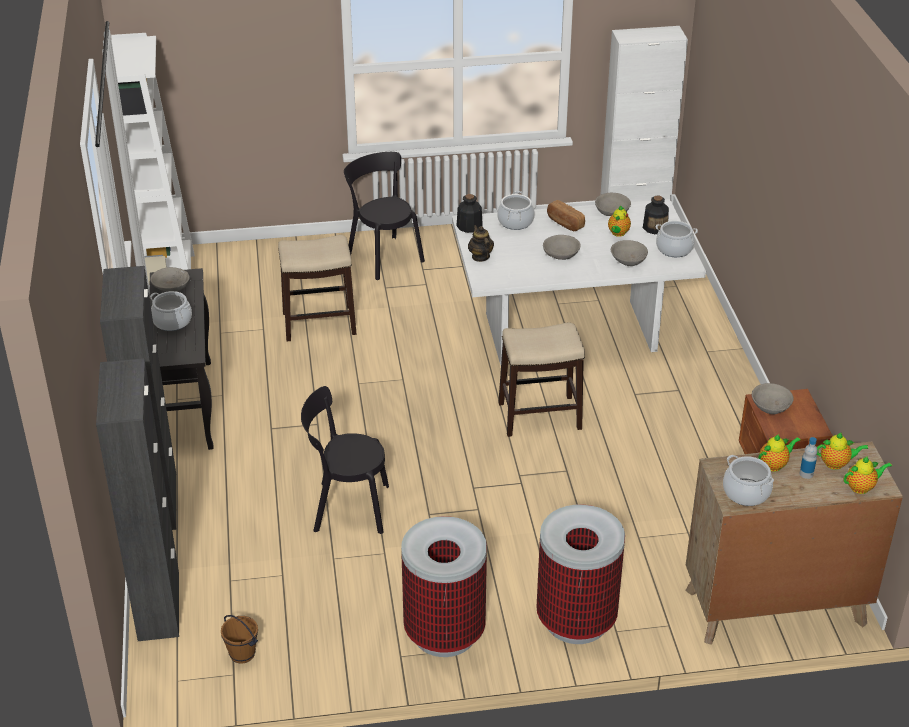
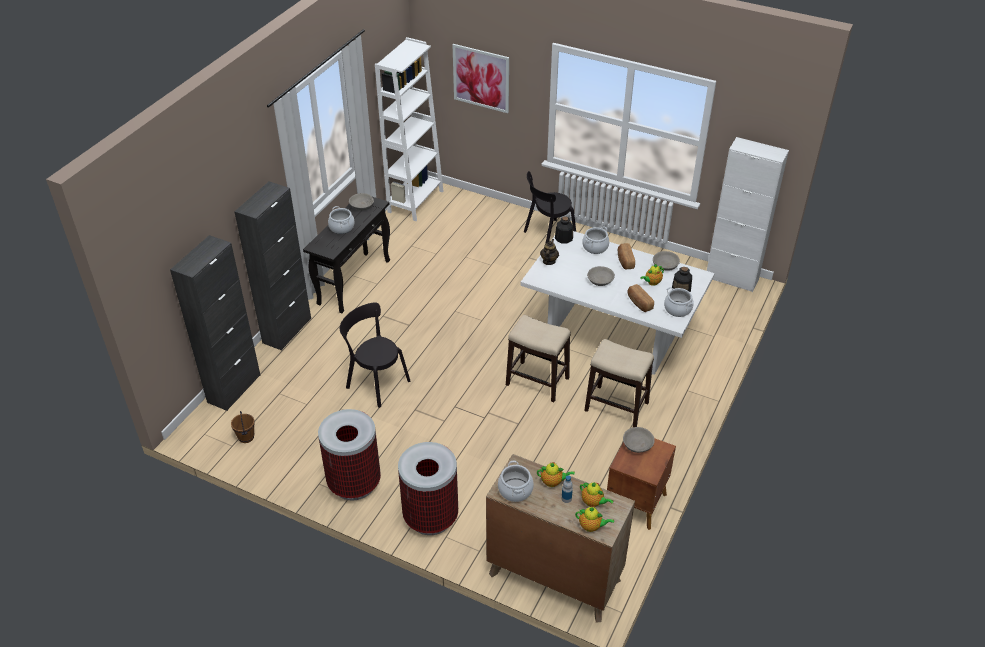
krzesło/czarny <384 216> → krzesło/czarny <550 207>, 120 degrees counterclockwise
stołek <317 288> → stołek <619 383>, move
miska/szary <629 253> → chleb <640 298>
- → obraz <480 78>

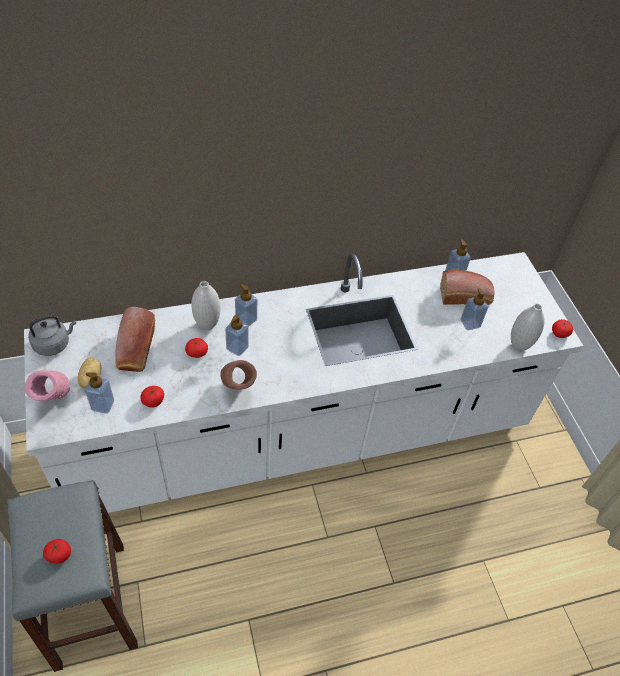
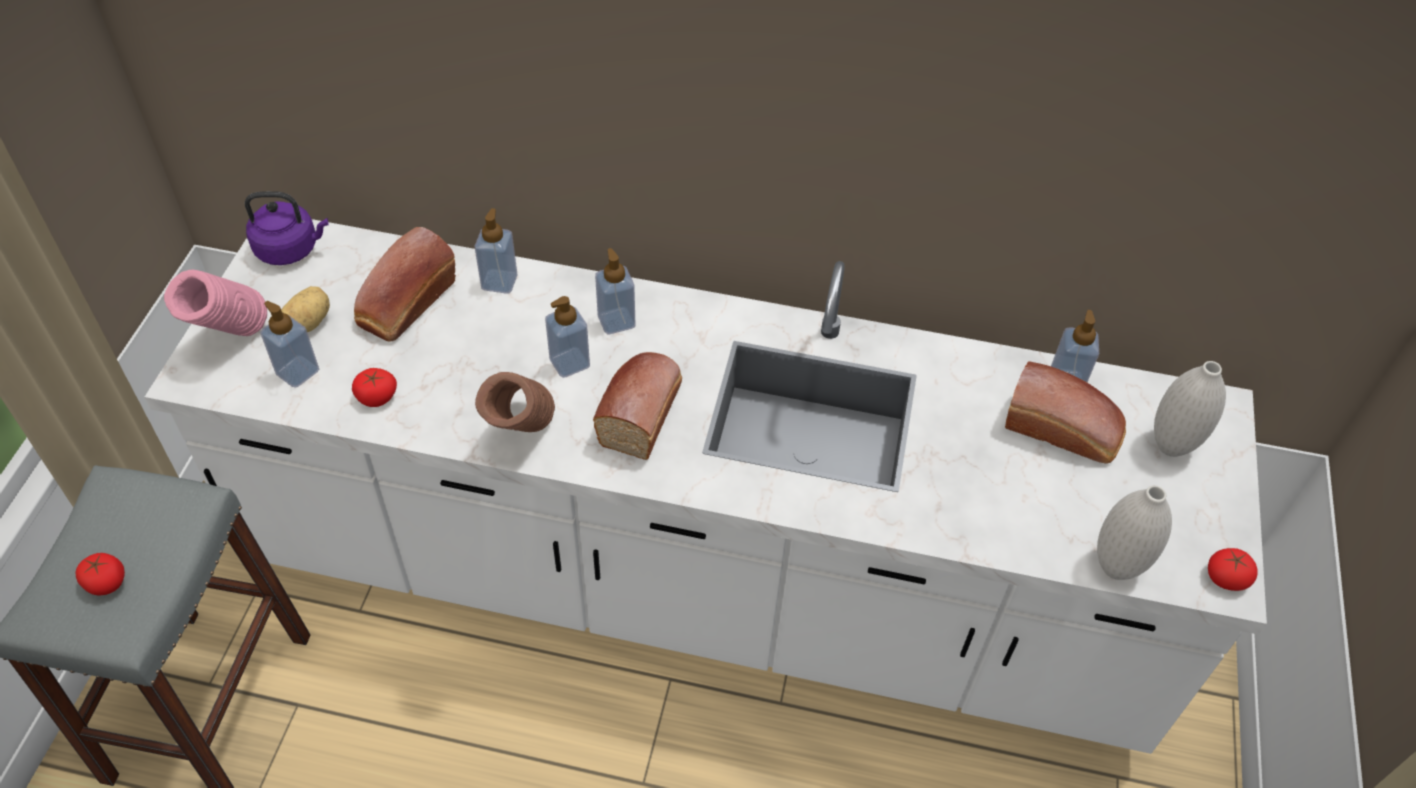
wazon/biały <205 305> → wazon/biały <1190 409>, move
dozownik mydła <474 309> → dozownik mydła <496 251>, move
czajnik/szary <52 335> → czajnik/fioletowy <287 228>
pomidor <196 348> → -
- → chleb <637 406>

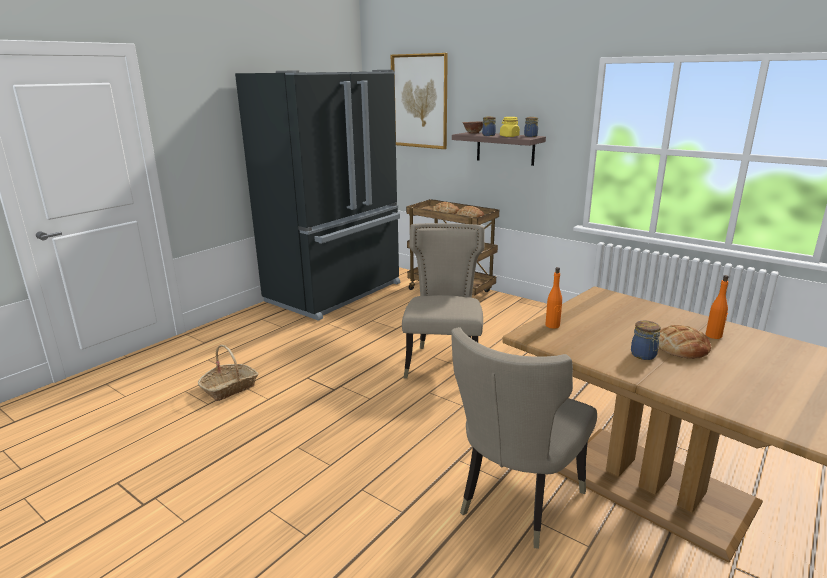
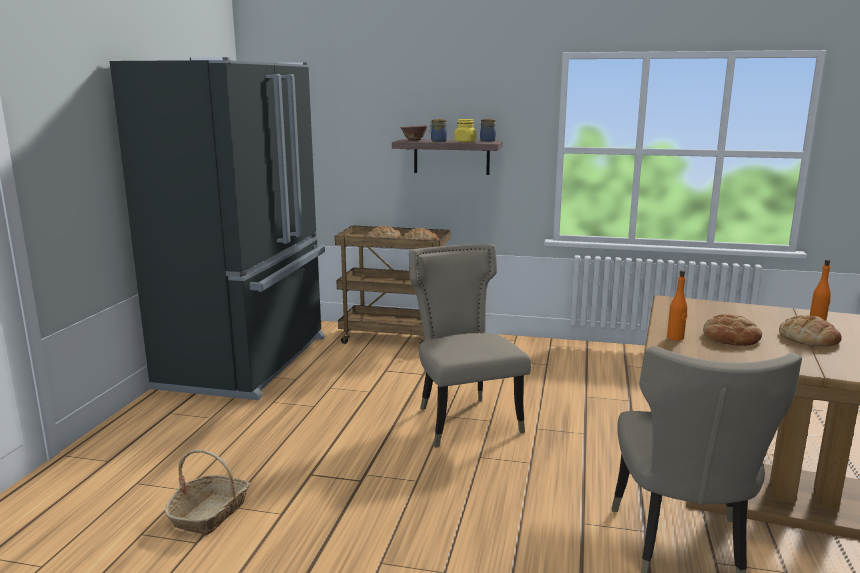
obraz <419 101> → -
słoik <646 340> → -
- → chleb <732 330>

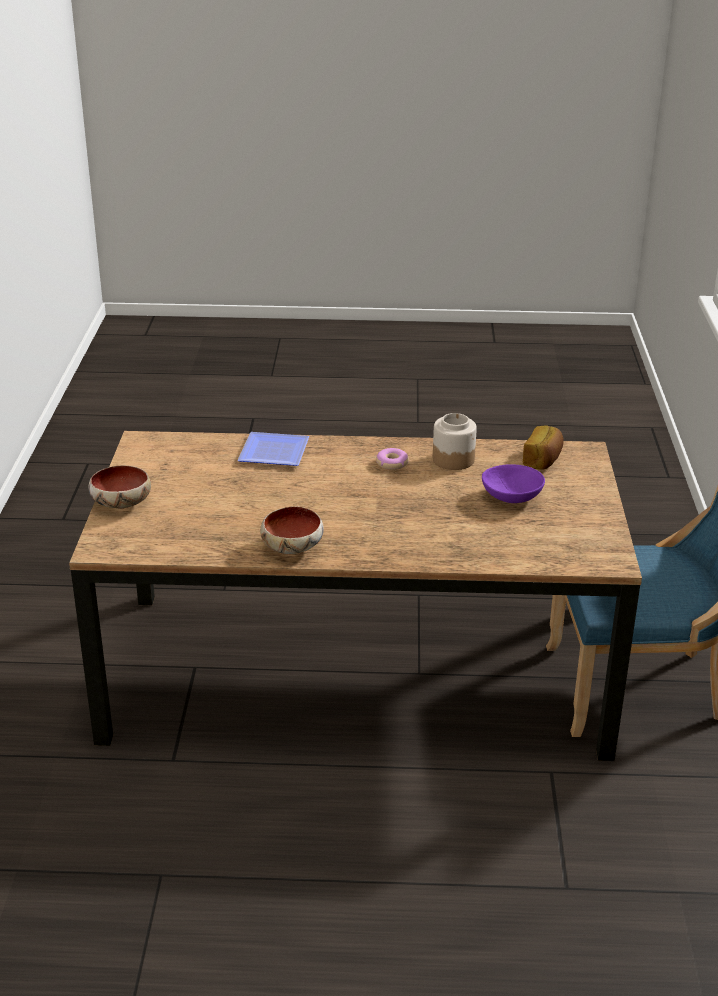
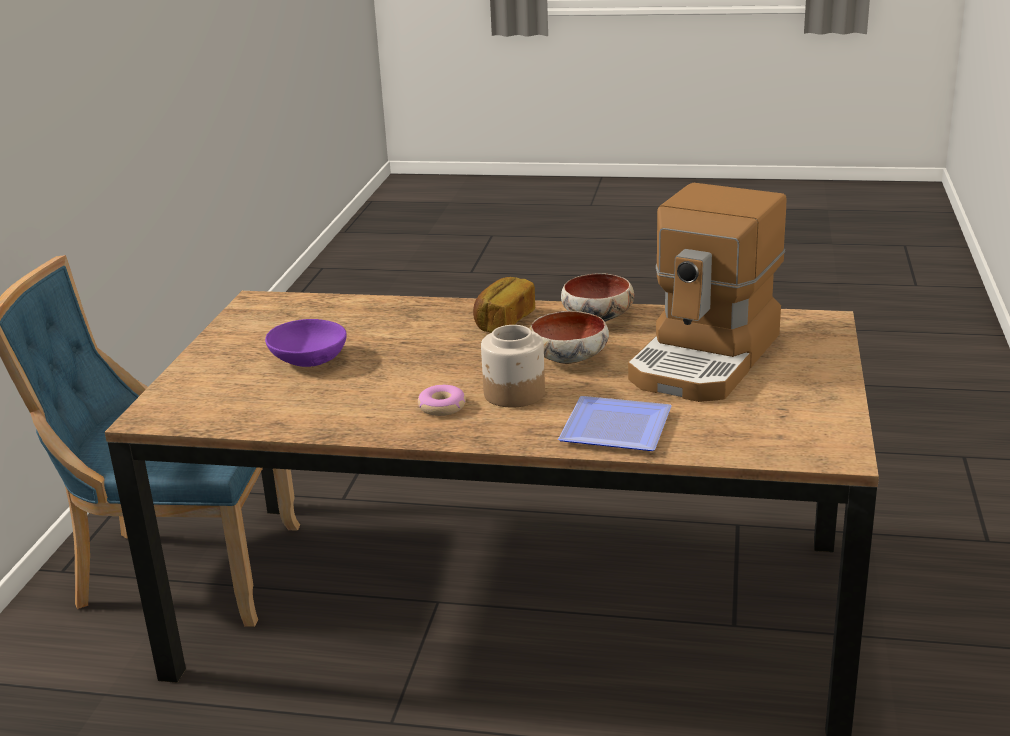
słoik <455 441> → słoik <513 366>, move
chleb <543 448> → chleb <504 305>, move
miska <119 487> → miska <569 337>, move
- → ekspres do kawy <707 292>

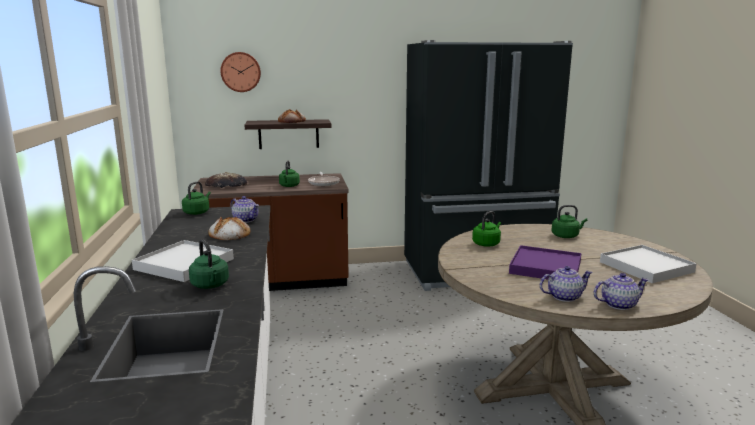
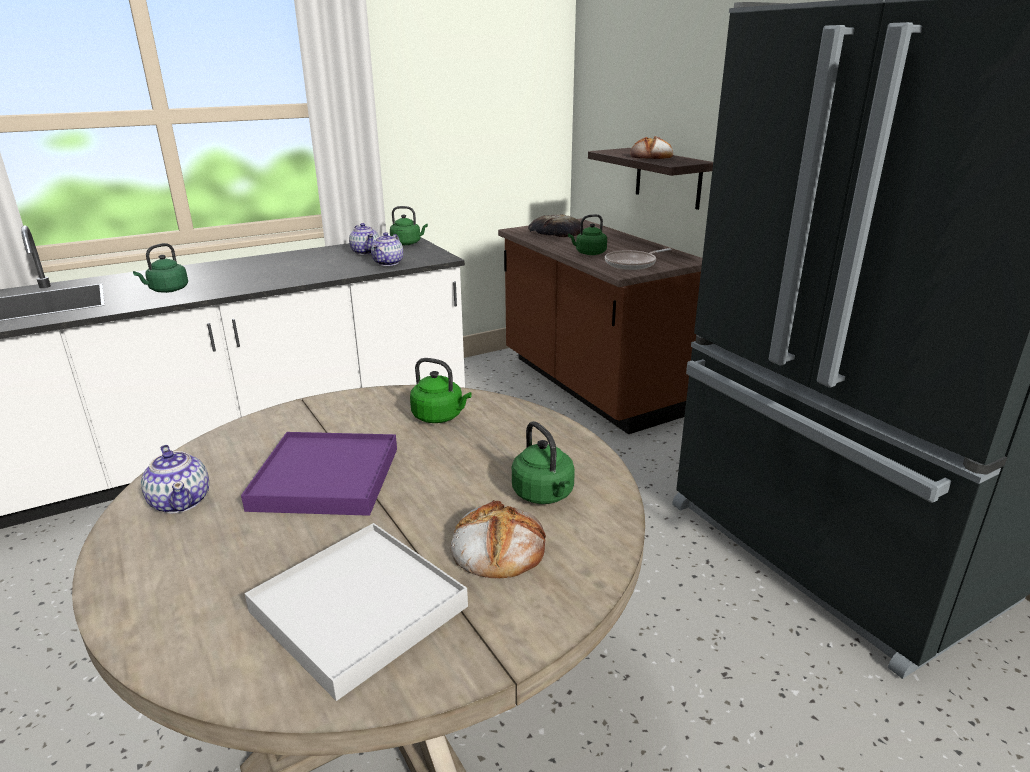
zegar ścienny <241 72> → -
chleb <229 228> → chleb <498 539>, move
taca/biały <183 261> → -
imbryk <621 291> → imbryk <364 239>, move

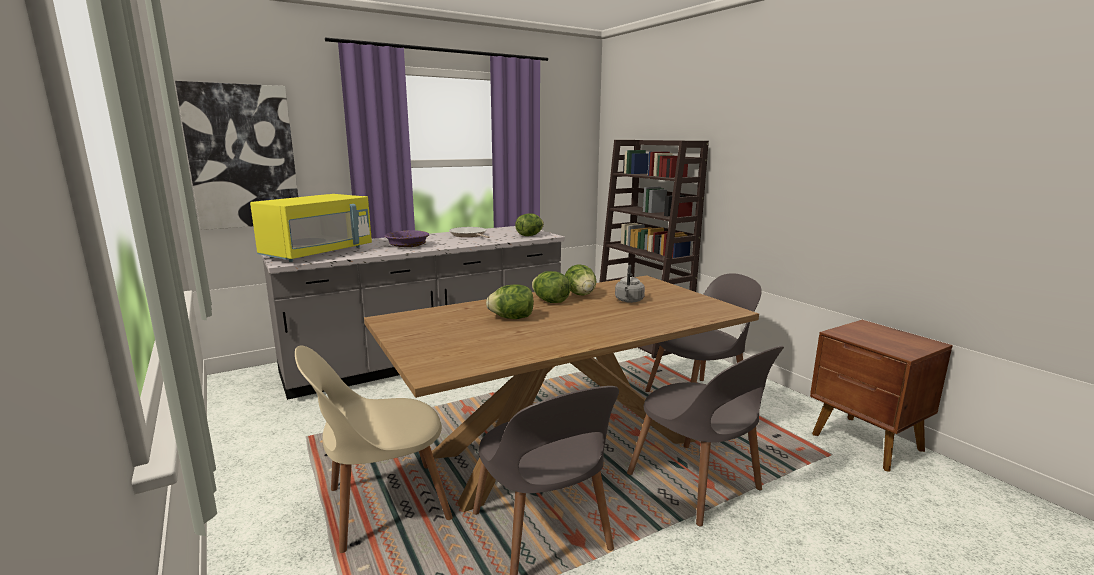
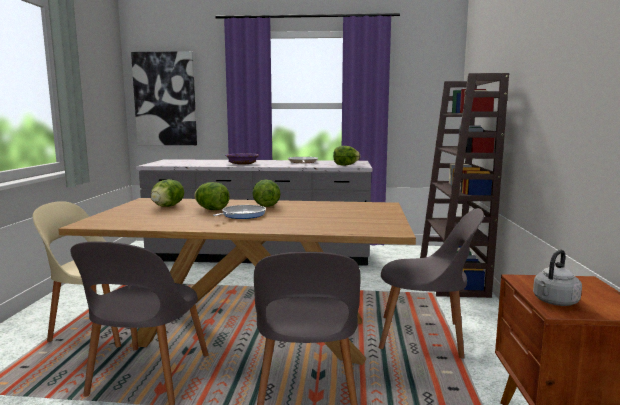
mikrofalówka/żółty <311 228> → -
sałata <580 280> → sałata <167 193>, move
czajnik/szary <630 283> → czajnik/szary <557 278>, move
- → patelnia <239 212>

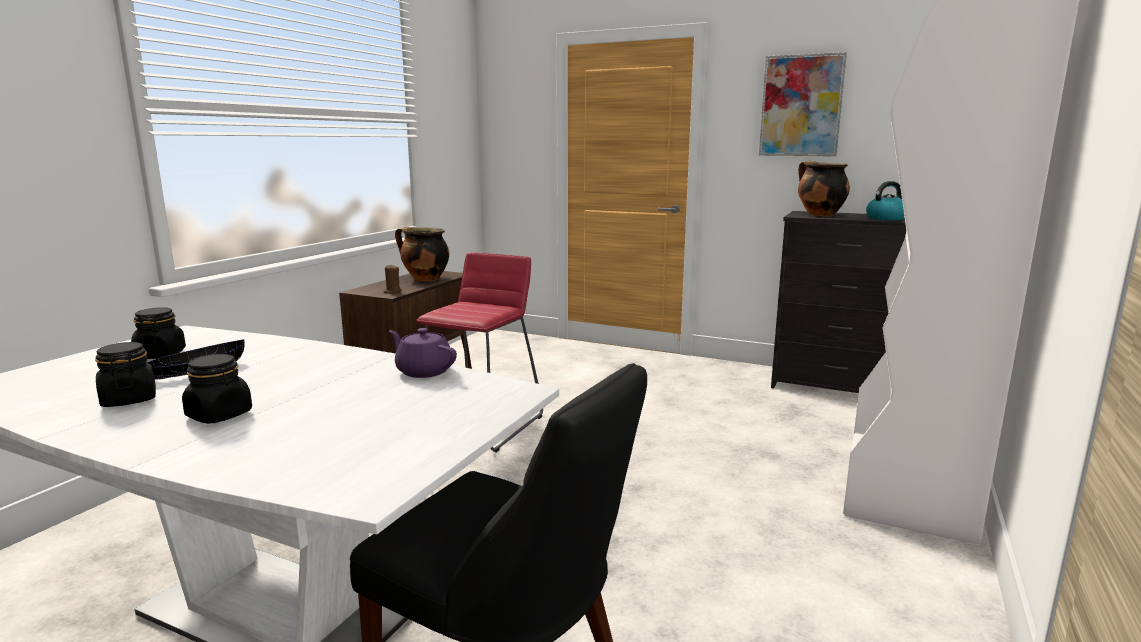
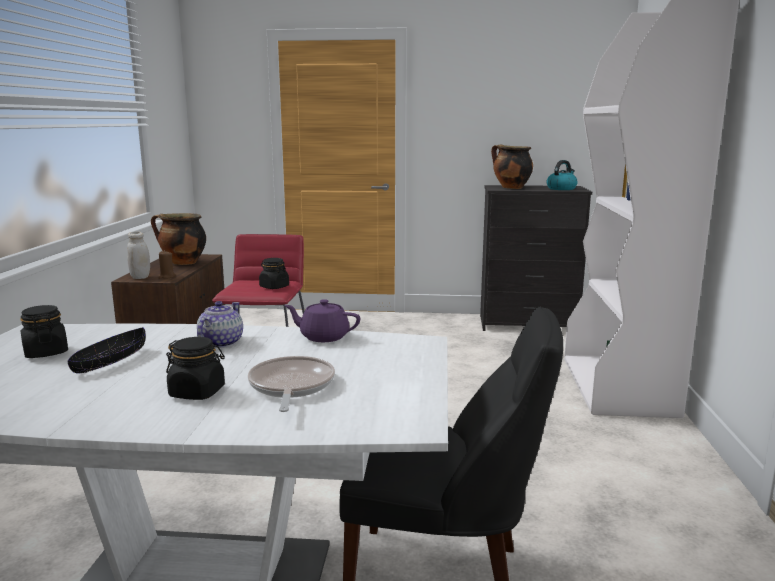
obraz <803 104> → -
słoik/czarny <125 374> → słoik/czarny <274 273>, move
- → słoik/biały <138 255>
- → imbryk <220 324>
- → patelnia <291 384>

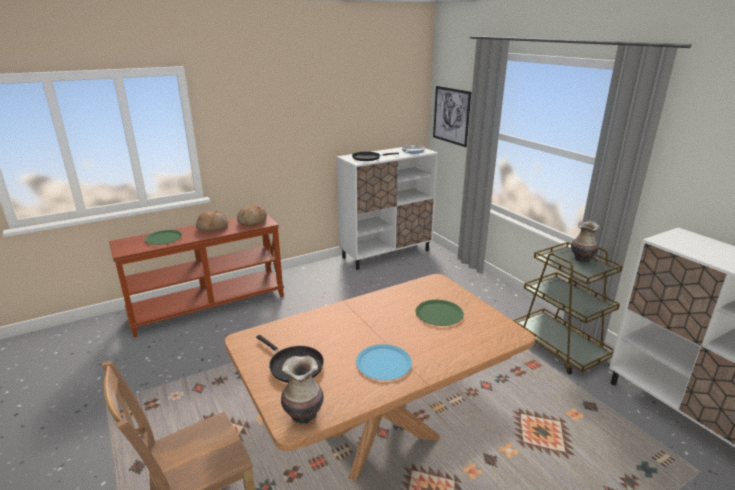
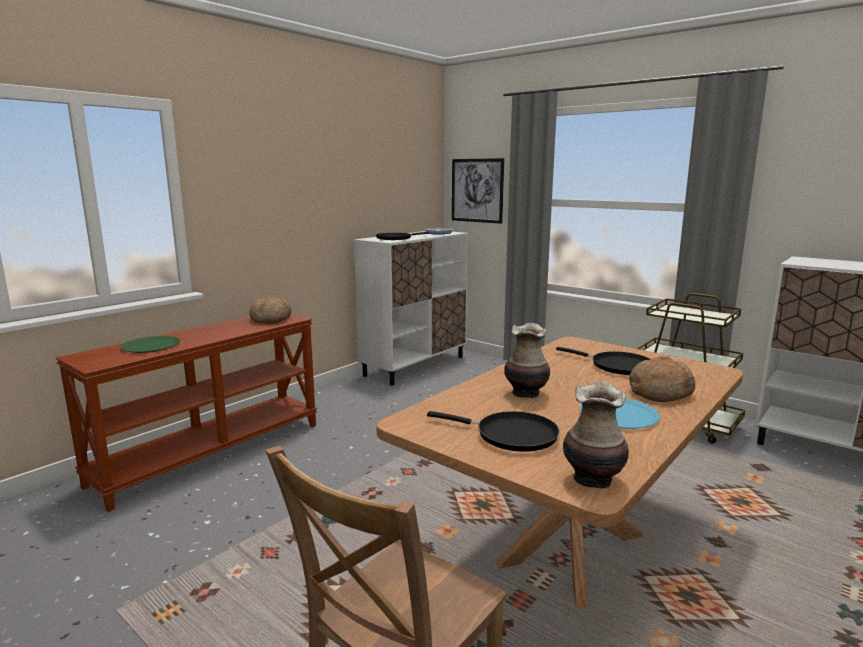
chleb <212 221> → chleb <662 379>, move
wazon <585 242> → wazon <527 360>, move
talerz/zielony <440 313> → patelnia/czarny <603 361>

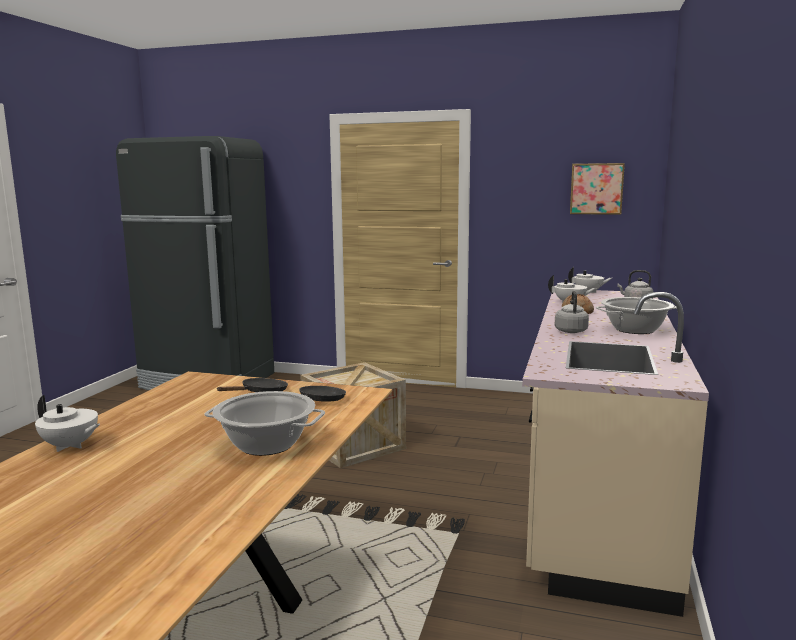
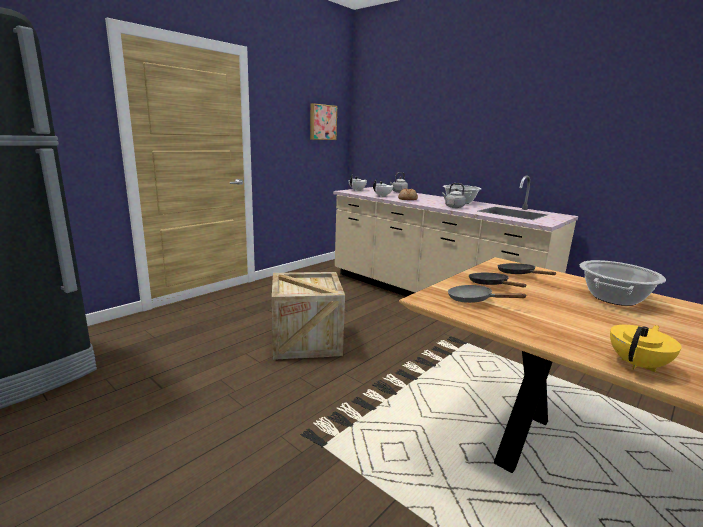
imbryk/biały <67 423> → imbryk/żółty <646 348>
- → patelnia/szary <487 294>

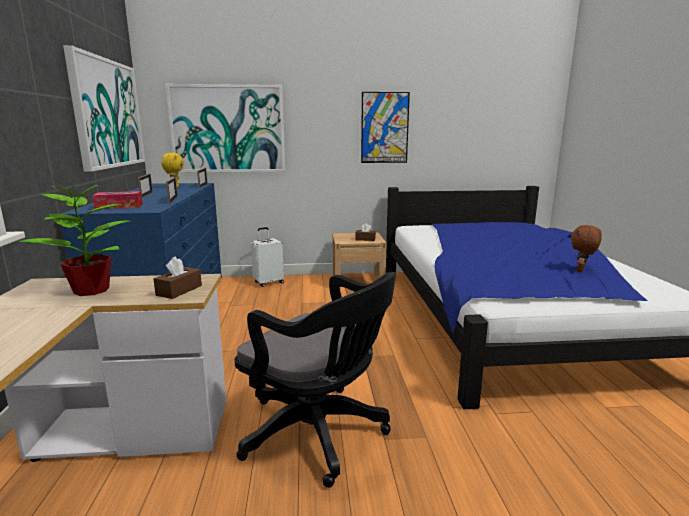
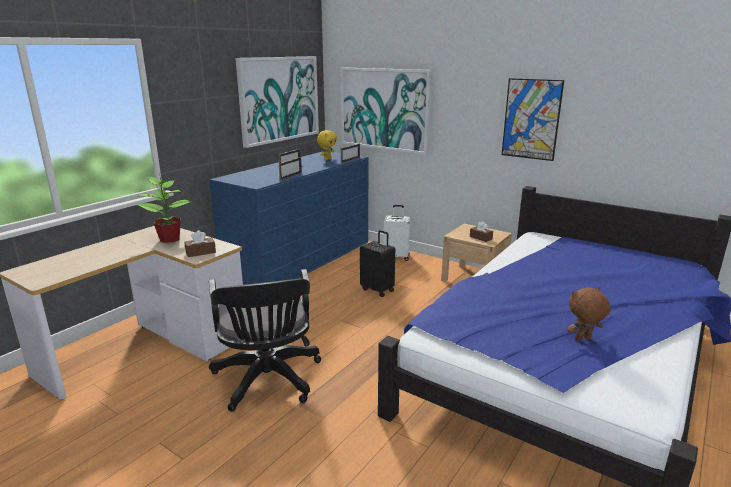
pudełko chusteczek <117 200> → -
- → walizka/czarny <377 263>

